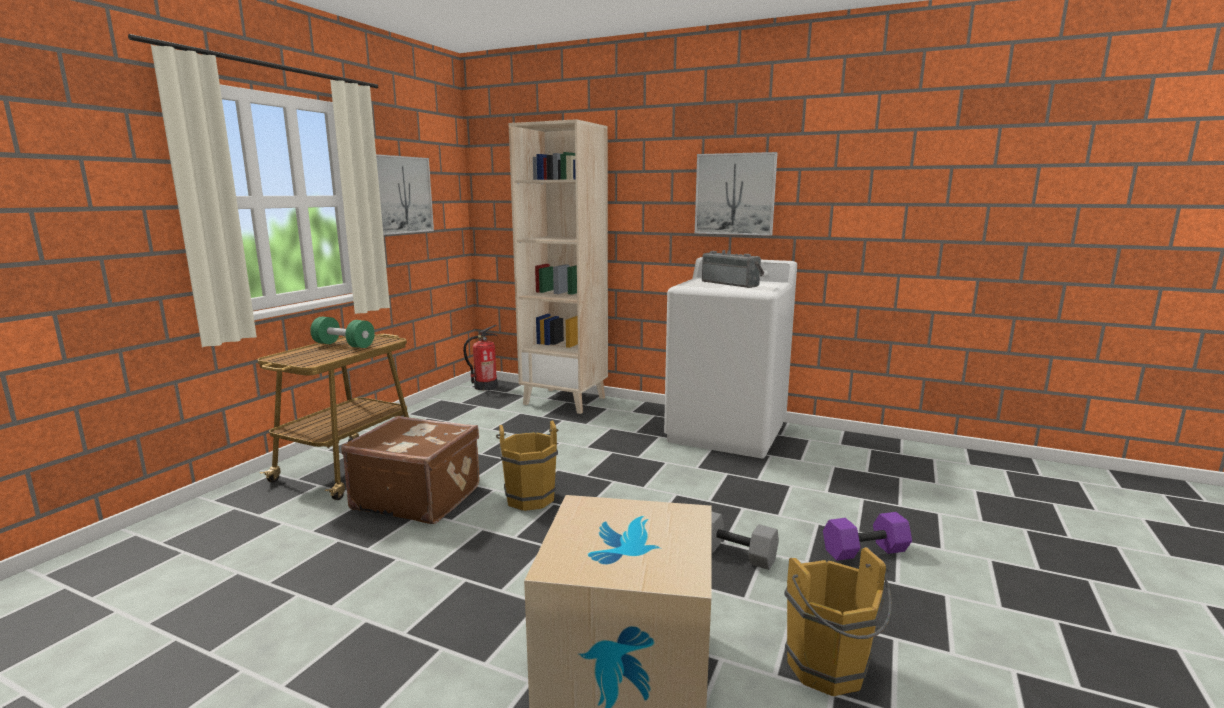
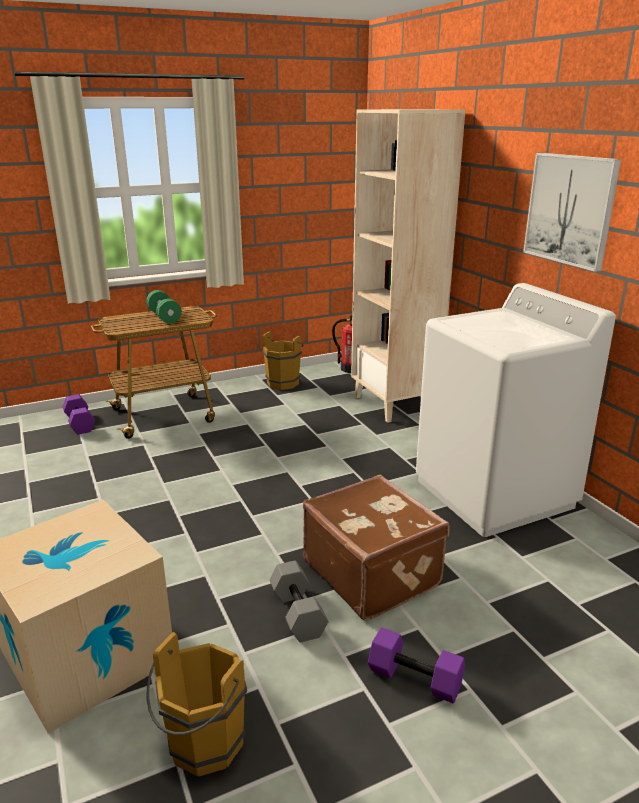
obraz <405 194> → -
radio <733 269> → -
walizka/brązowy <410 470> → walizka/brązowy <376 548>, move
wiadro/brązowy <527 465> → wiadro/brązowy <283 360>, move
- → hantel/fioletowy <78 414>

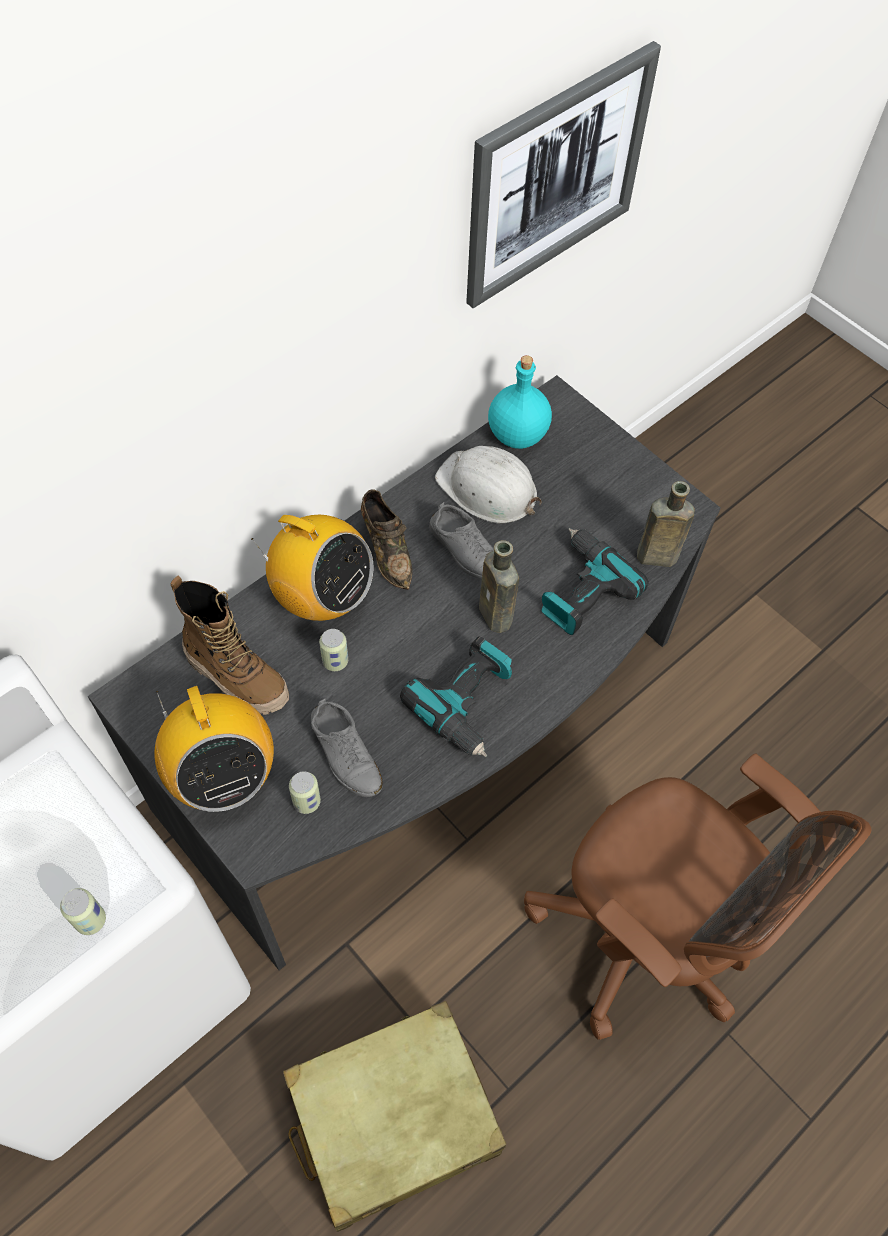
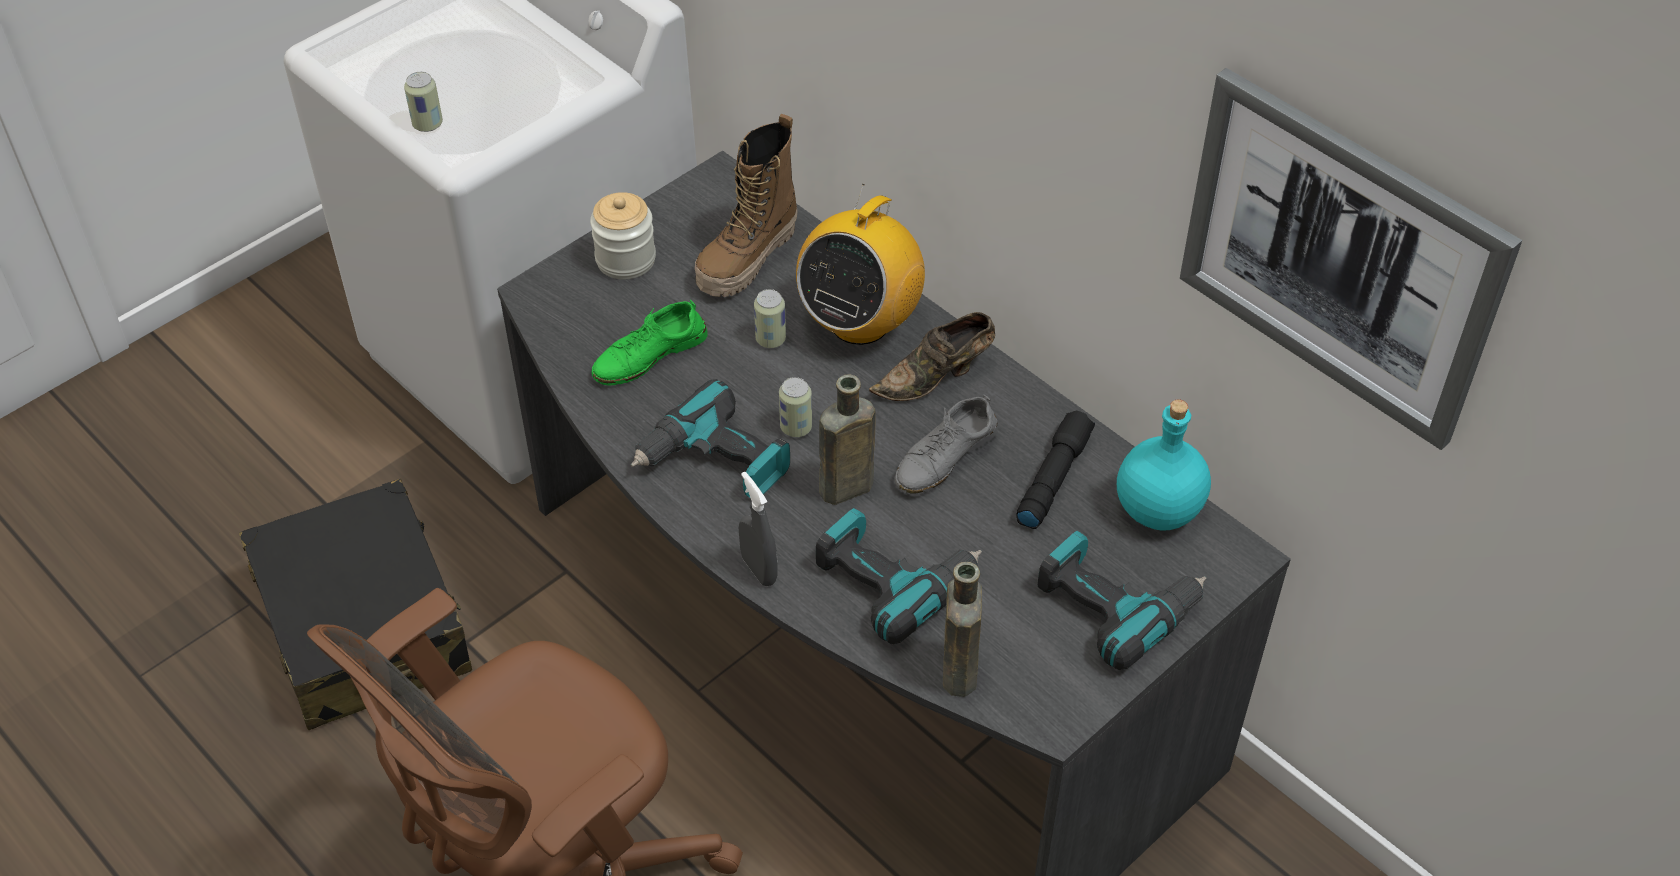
kask/biały <488 484> → latarka/czarny <1055 470>
radio <214 749> → słoik <623 235>
but/szary <347 748> → but/zielony <650 342>
puszka <305 792> → puszka <795 407>, move
walizka/beżowy <394 1116> → walizka/czarny <355 604>
- → spryskiwacz/szary <758 529>
- → wiertarka <1122 600>

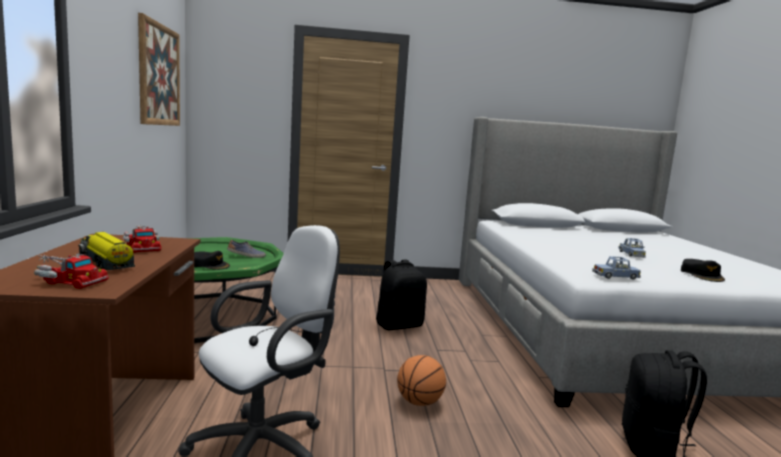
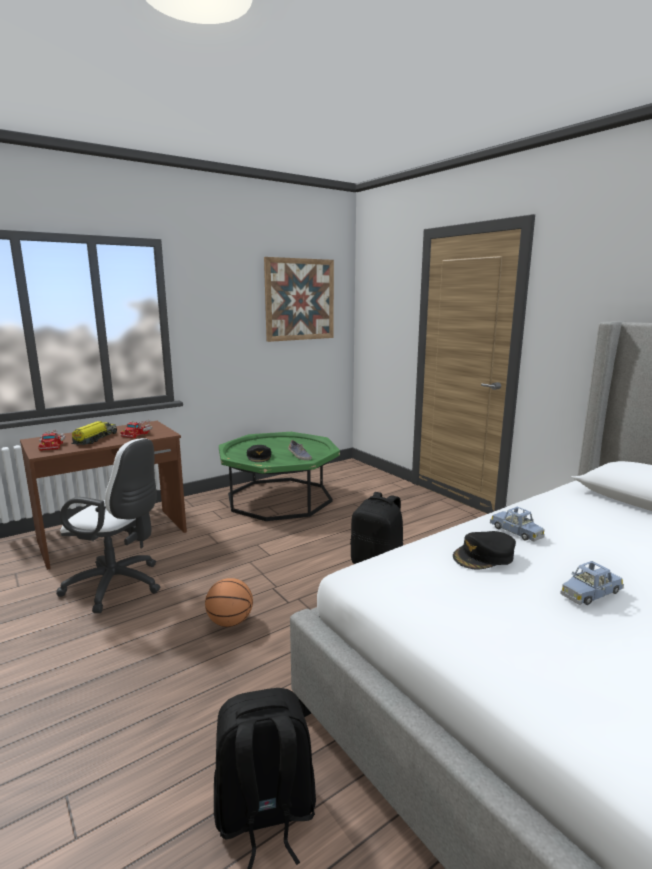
samochodzik/niebieski <616 268> → samochodzik/niebieski <517 524>, move
czapka z daszkiem/czarny <703 270> → czapka z daszkiem/czarny <484 550>, move

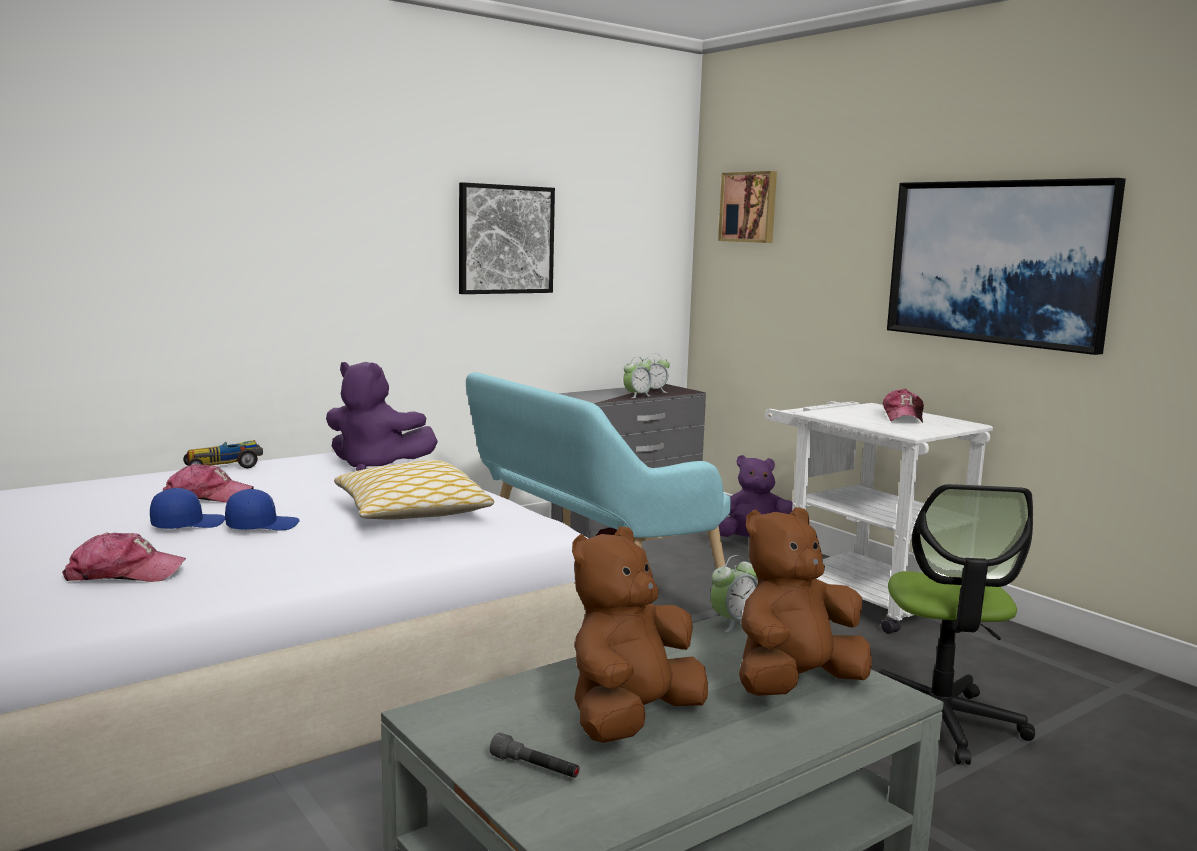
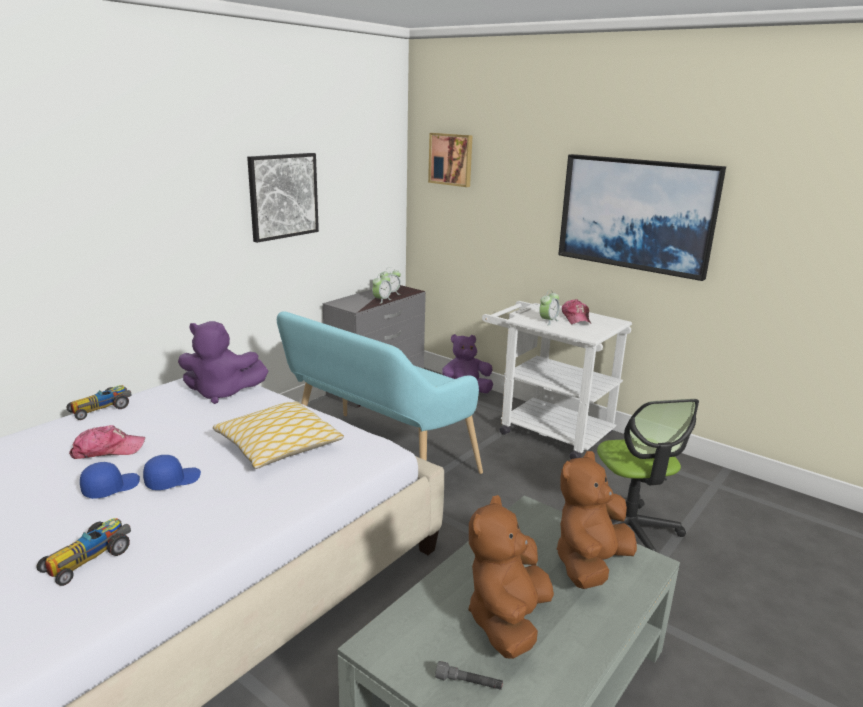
czapka z daszkiem <124 557> → samochodzik <84 552>
budzik <734 593> → budzik <549 307>, move

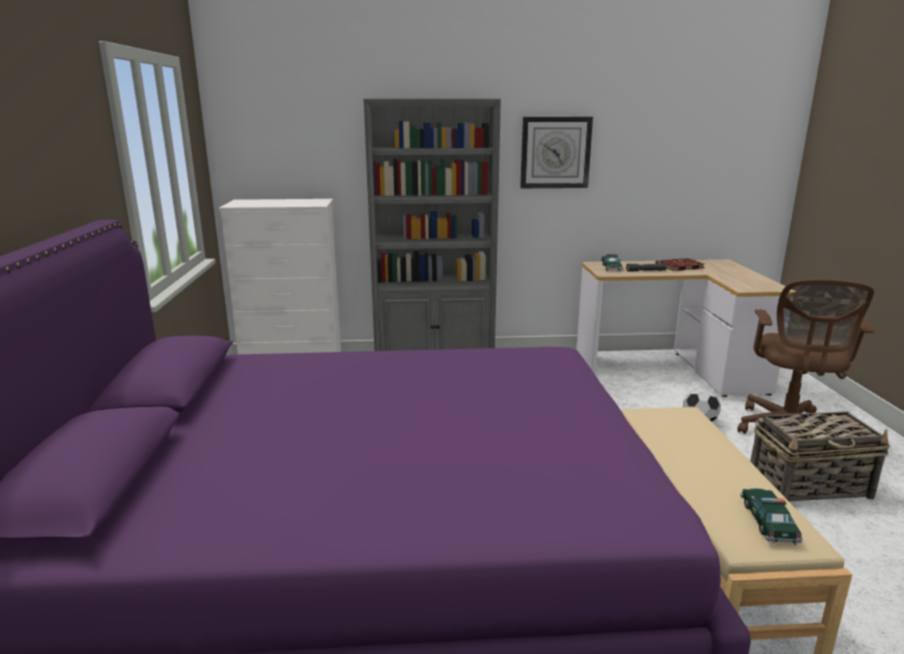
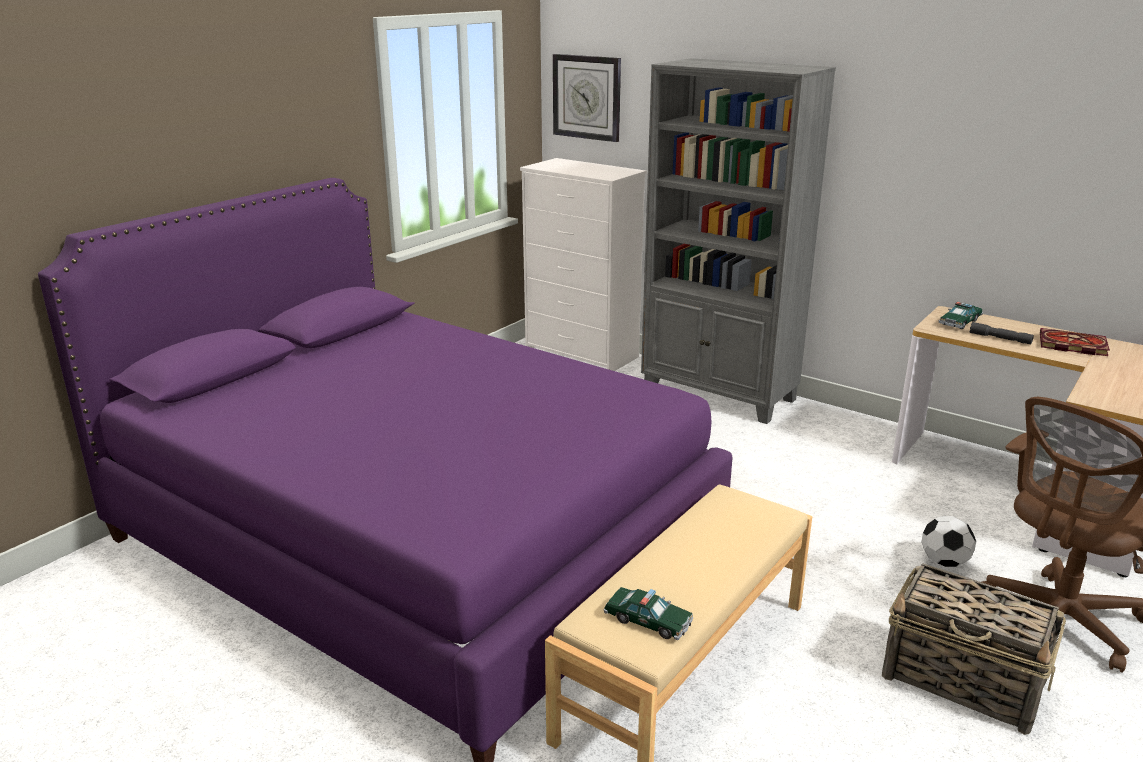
zegar ścienny <556 152> → zegar ścienny <587 98>, move
samochodzik <771 516> → samochodzik <648 613>, 75 degrees clockwise

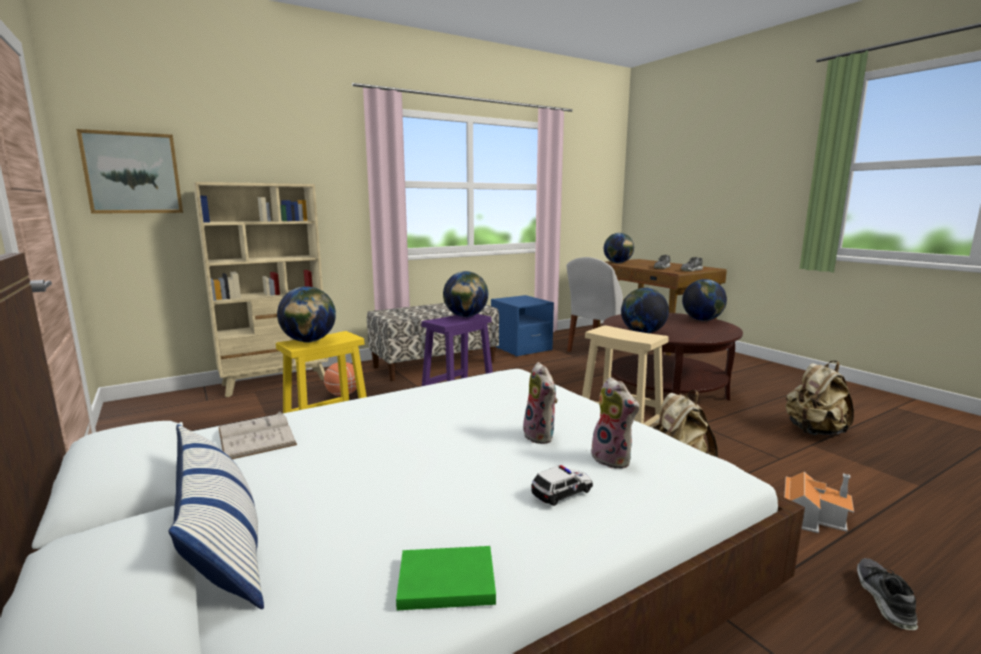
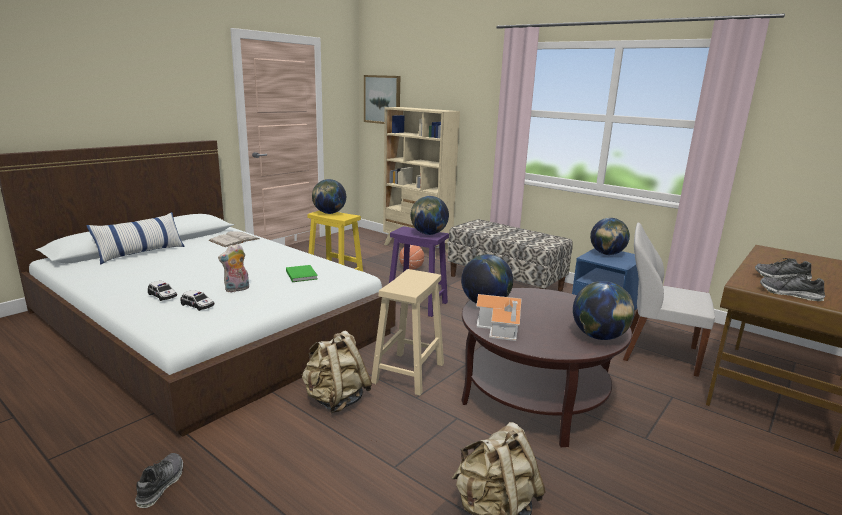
globus <619 248> → globus <610 236>, move
pluszak <614 423> → samochodzik <197 300>
domek <819 502> → domek <499 317>, move
książka/zielony <446 578> → książka/zielony <302 273>, move
but <887 594> → but <159 480>, 75 degrees counterclockwise

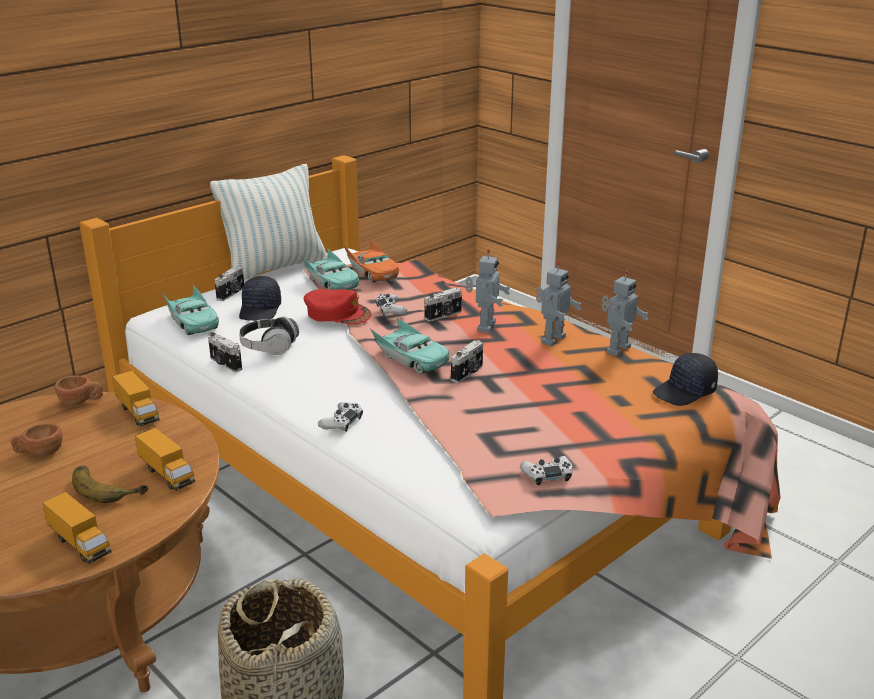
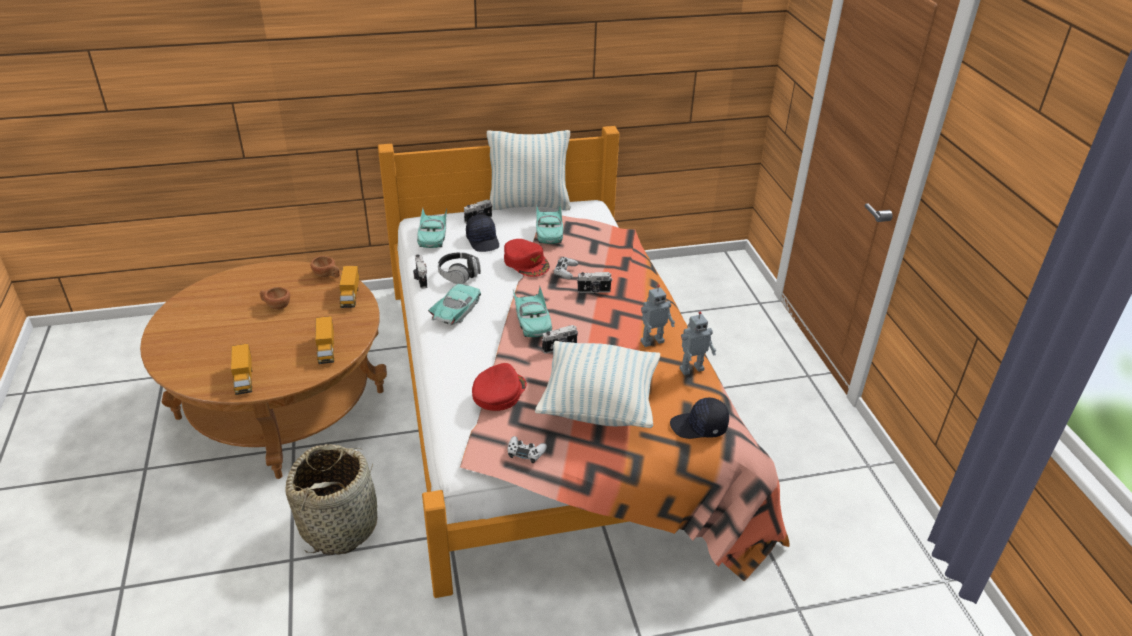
samochodzik/pomarańczowy <371 261> → -
robot zabawkowy <487 291> → -
czapka z daszkiem/czarny <260 298> → czapka z daszkiem/czarny <482 233>, 60 degrees counterclockwise
pad do gier/biały <340 417> → -
banan <110 484> → -
- → samochodzik/turkusowy <454 304>
- → poduszka <597 384>
- → czapka z daszkiem/czerwony <499 387>

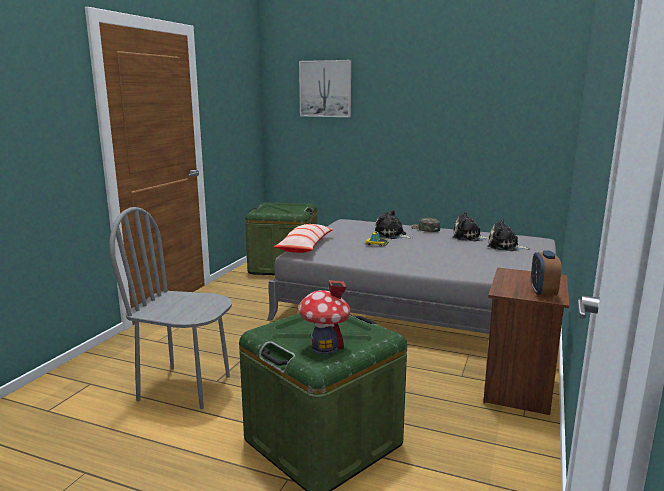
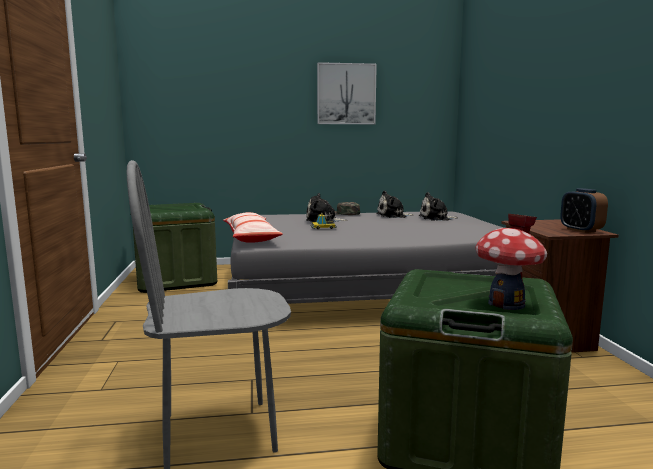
obraz <325 88> → obraz <347 93>, move

